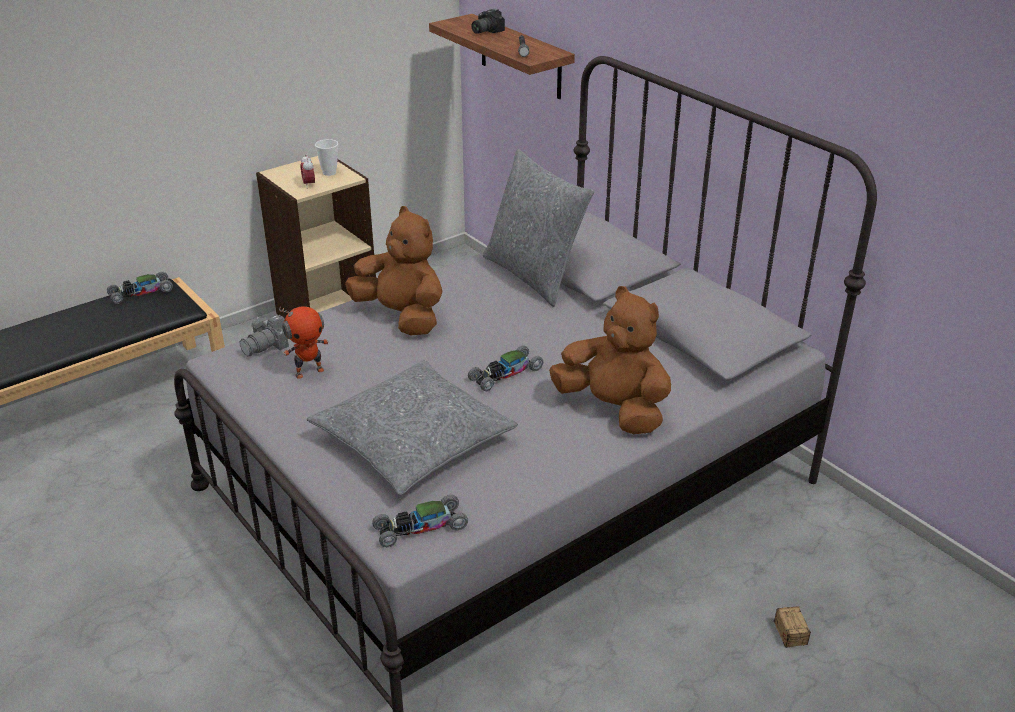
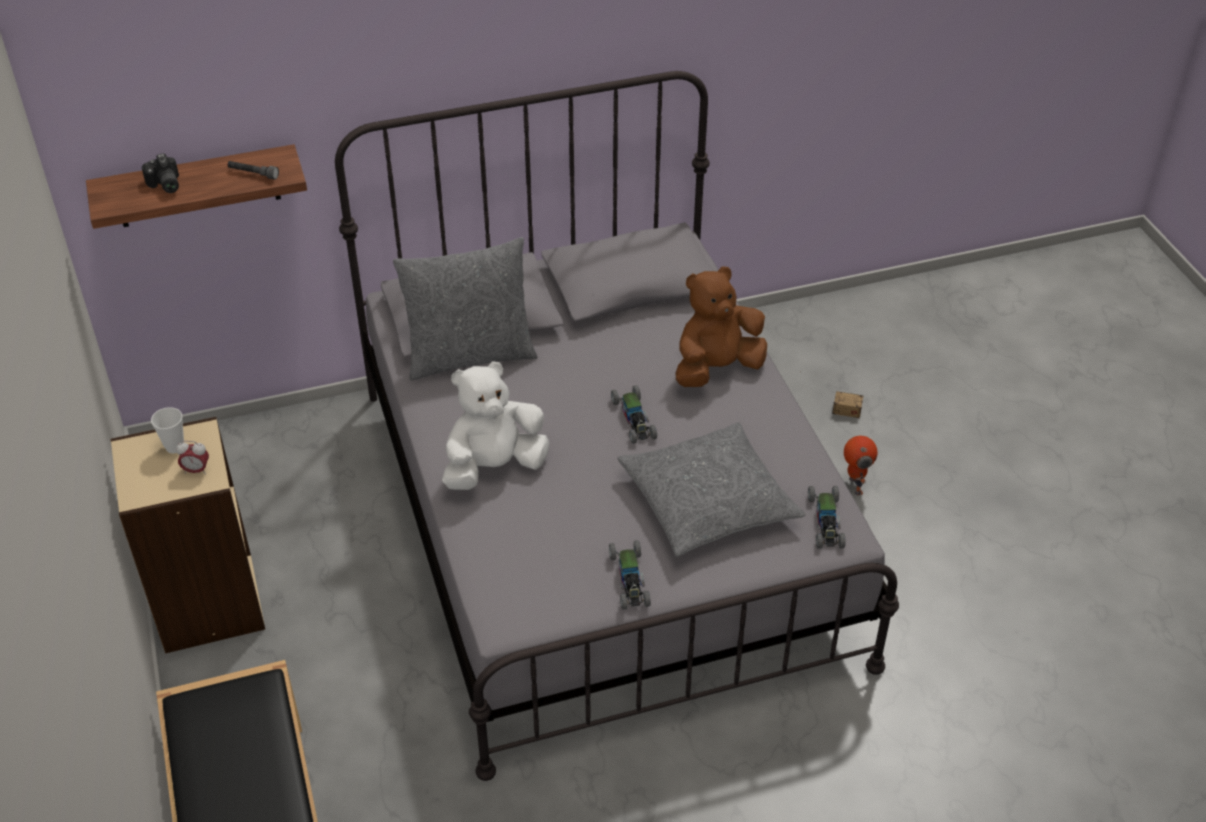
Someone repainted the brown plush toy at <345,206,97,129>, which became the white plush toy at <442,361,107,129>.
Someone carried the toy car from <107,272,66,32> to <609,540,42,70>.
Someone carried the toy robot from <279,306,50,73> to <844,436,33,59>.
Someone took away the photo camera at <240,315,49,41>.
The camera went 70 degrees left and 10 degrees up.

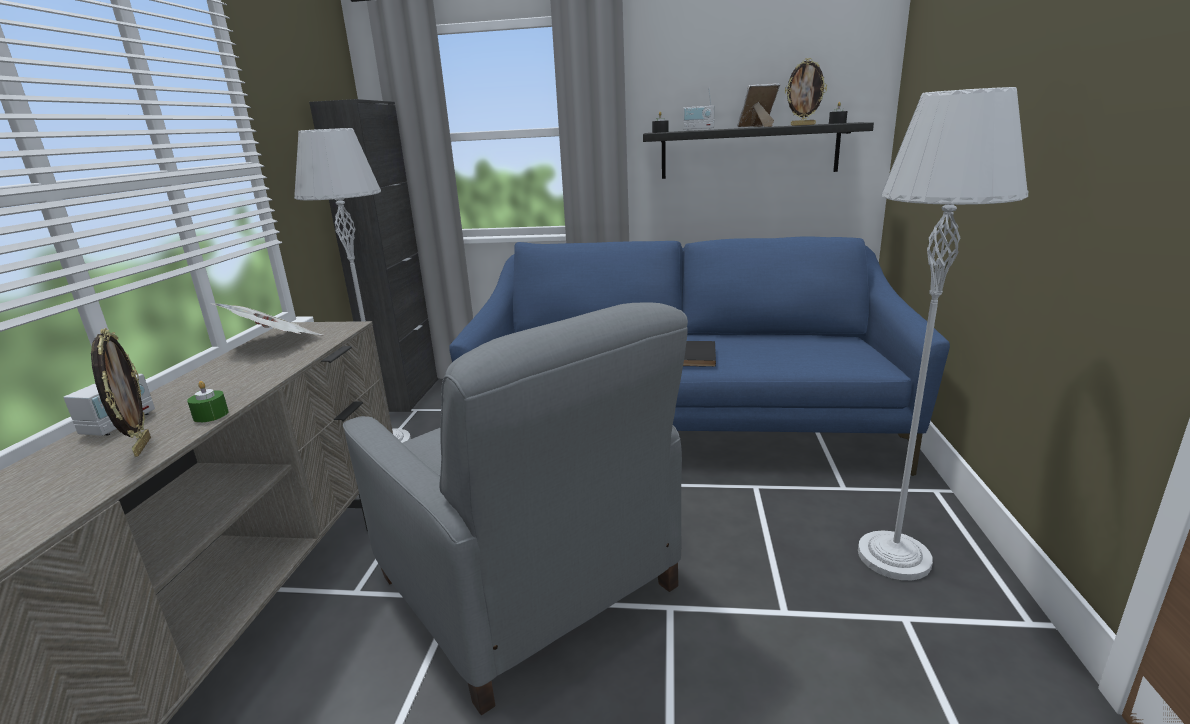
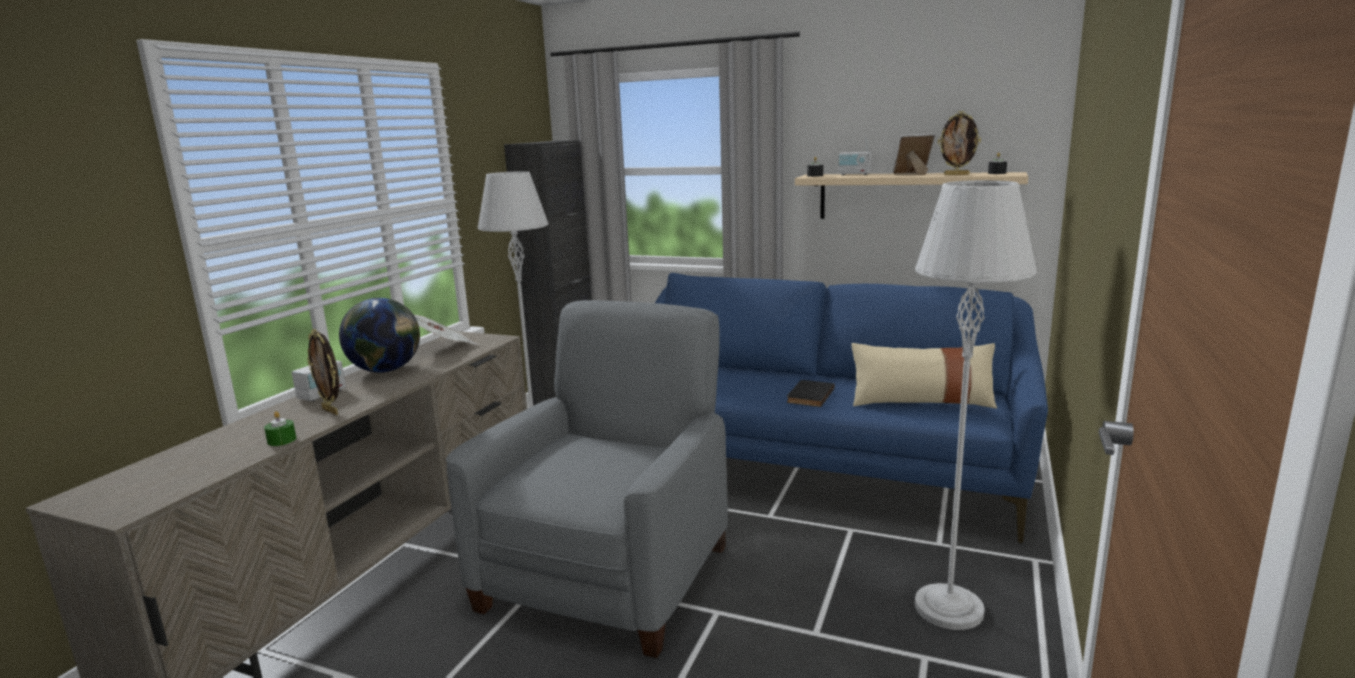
Someone repainted the black shelf at <643,122,231,57>, which became the beige shelf at <795,172,233,47>.
Someone rotated the grey armchair at <343,302,345,413> by 135 degrees counterclockwise.
Someone rotated the picture frame at <91,328,60,129> by 135 degrees clockwise.
Someone carried the green candle from <187,381,42,42> to <264,411,32,35>.
Someone put down the globe at <339,298,81,75>.
Someone put down the beige pillow at <851,343,146,65>.
The camera went 15 degrees right and 5 degrees down.

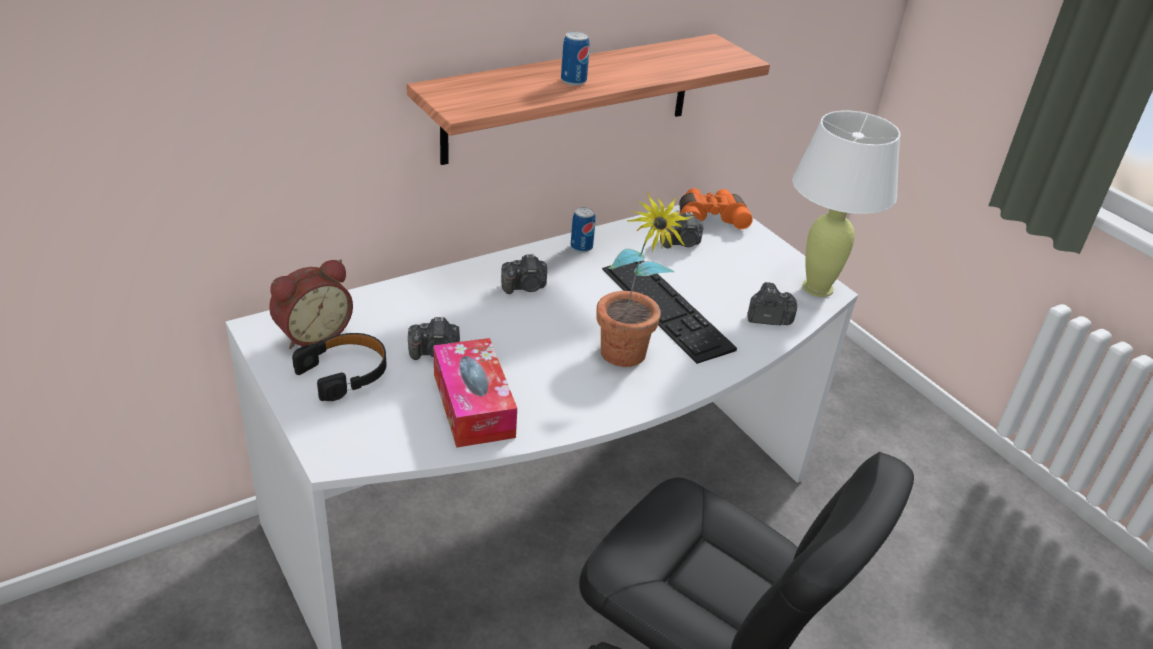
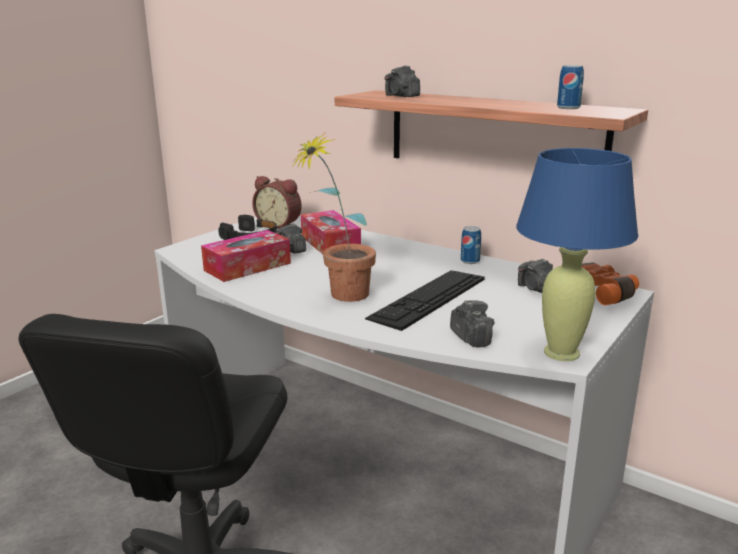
Someone carried the can from <561,31,29,55> to <557,65,27,44>.
Someone repainted the white table lamp at <792,110,108,187>, which became the blue table lamp at <516,148,122,213>.
Someone carried the photo camera from <501,254,46,40> to <385,66,35,31>.
Someone put down the tissue box at <301,210,60,44>.
The camera went 70 degrees right and 15 degrees down.

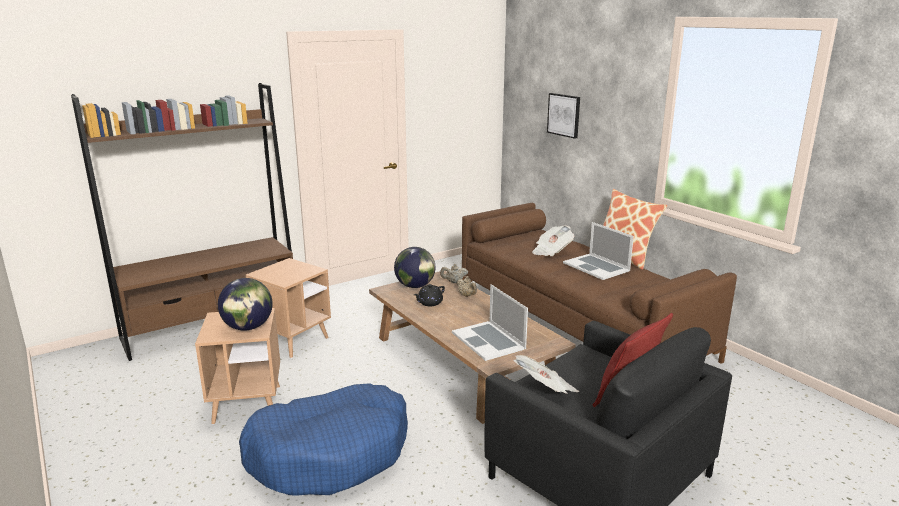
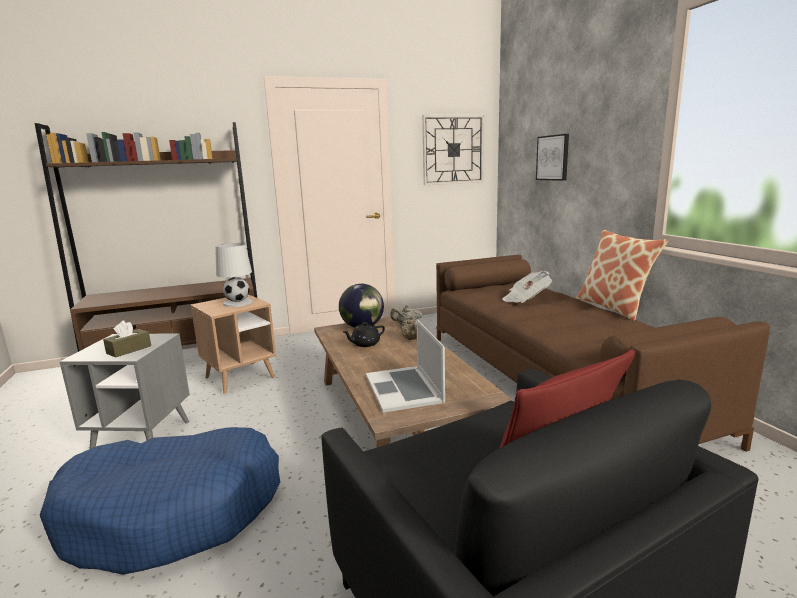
Someone took away the laptop at <563,222,71,58>.
Someone swapped the globe at <218,278,55,53> for the brown tissue box at <103,321,48,36>.
Someone repainted the brown side table at <195,308,85,117>, which became the grey side table at <60,333,130,116>.
Someone took away the newspaper at <513,355,66,39>.
Someone put up the wall clock at <422,115,62,70>.
Someone put down the white table lamp at <215,243,38,64>.
The camera went 15 degrees right and 5 degrees down.

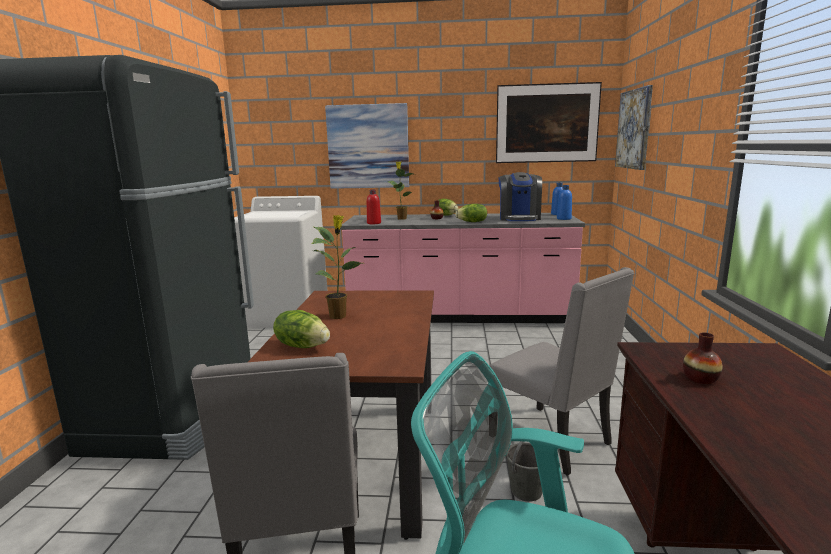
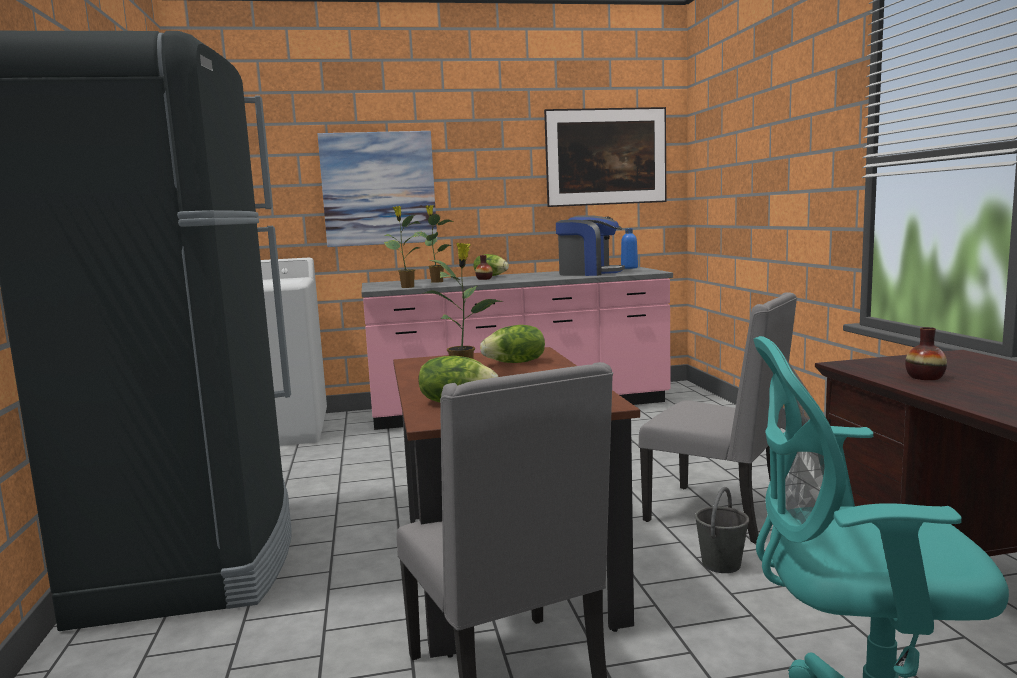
Someone took away the picture at <615,85,38,85>.
Someone rotated the coffee machine at <498,172,44,49> by 60 degrees counterclockwise.
Someone took away the blue bottle at <557,185,15,35>.
Someone swapped the red bottle at <367,190,14,34> for the potted plant at <384,206,37,82>.
Someone carried the lettuce from <455,204,32,18> to <480,325,65,38>.
The camera went 15 degrees left and 5 degrees down.

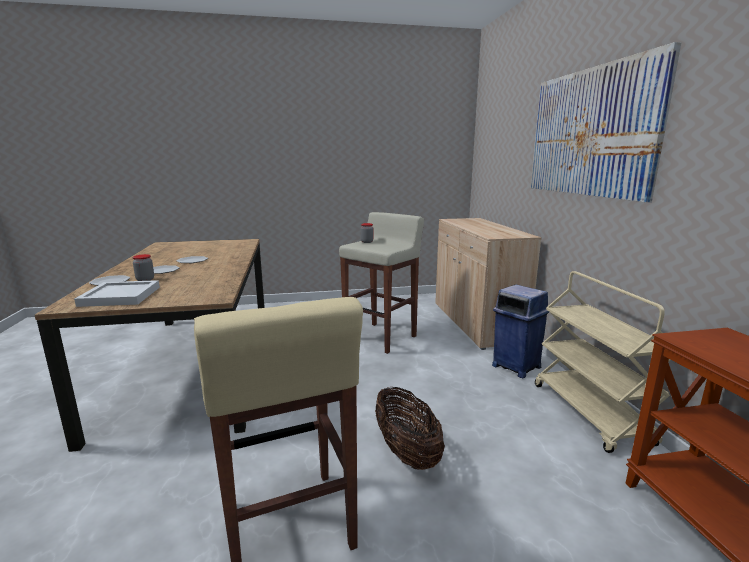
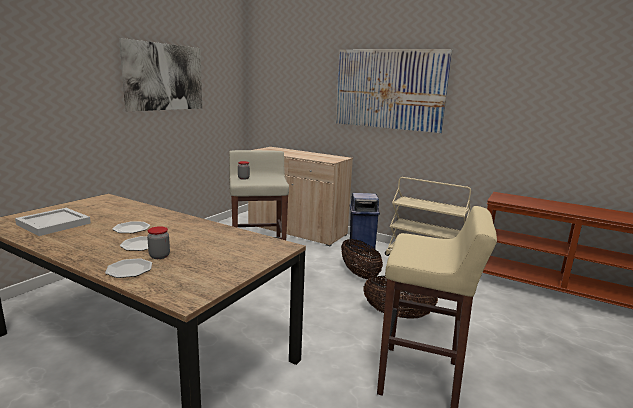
Someone carried the white tray from <74,280,86,27> to <15,208,76,28>.
Someone put up the picture at <119,38,83,73>.
Someone put down the basket at <341,239,42,40>.
The camera went 50 degrees left and 0 degrees up.

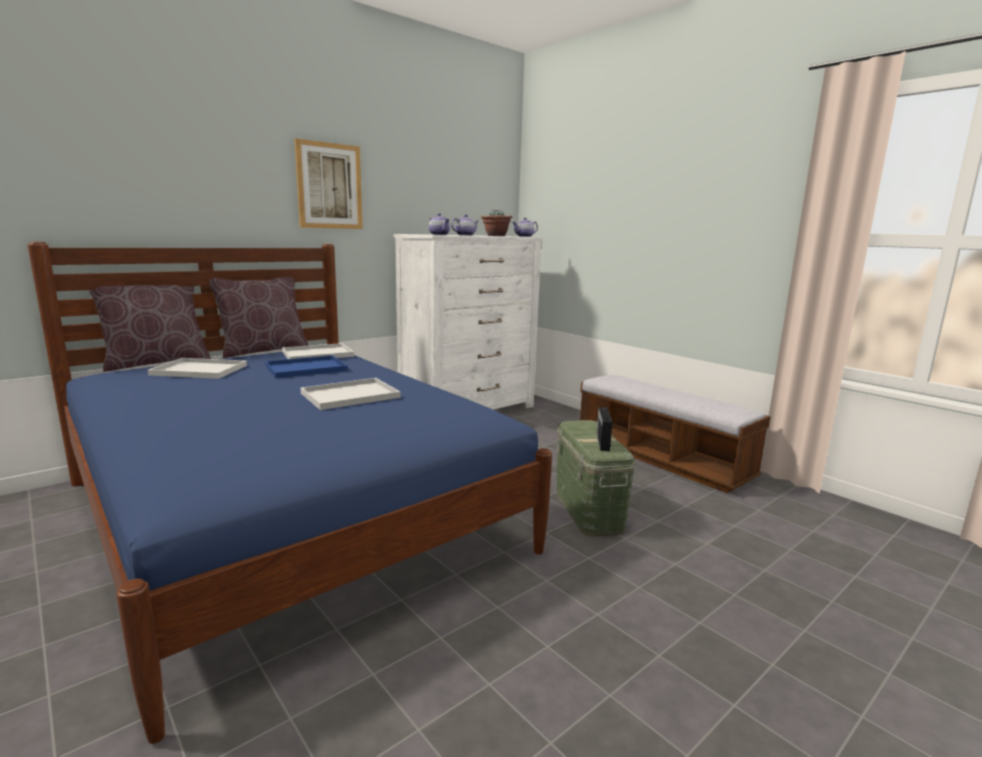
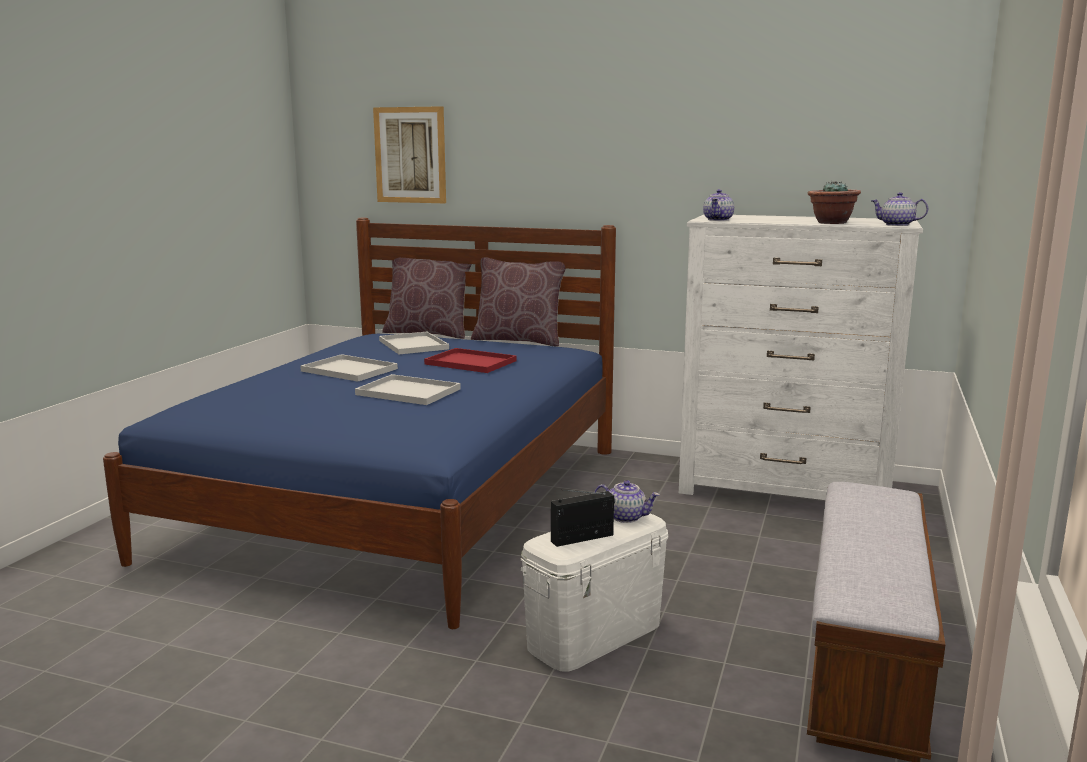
Someone carried the picture from <294,138,69,91> to <373,106,73,97>.
Someone carried the teapot from <451,215,28,21> to <594,480,66,43>.
Someone carried the white tray from <282,343,72,16> to <300,354,98,28>.
Someone repainted the blue tray at <265,355,83,23>, which became the red tray at <424,348,93,25>.
Someone repainted the green storage box at <557,420,79,117>, which became the white storage box at <520,513,148,159>.
The camera went 60 degrees right and 0 degrees up.

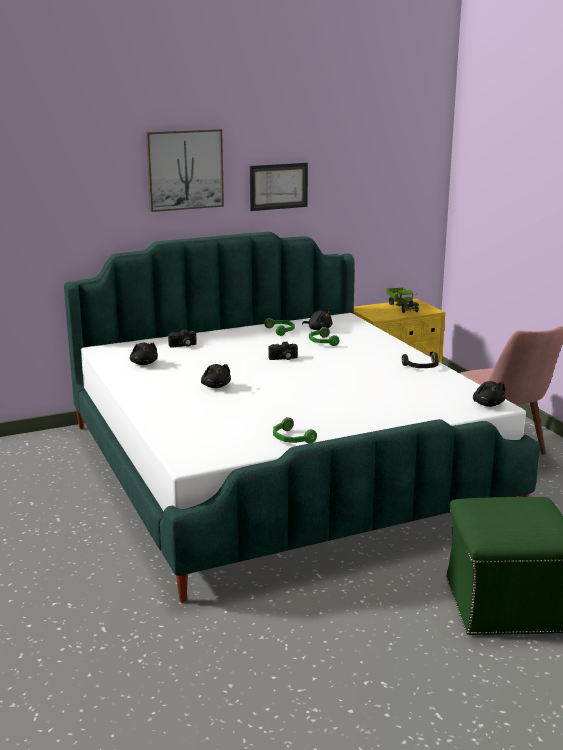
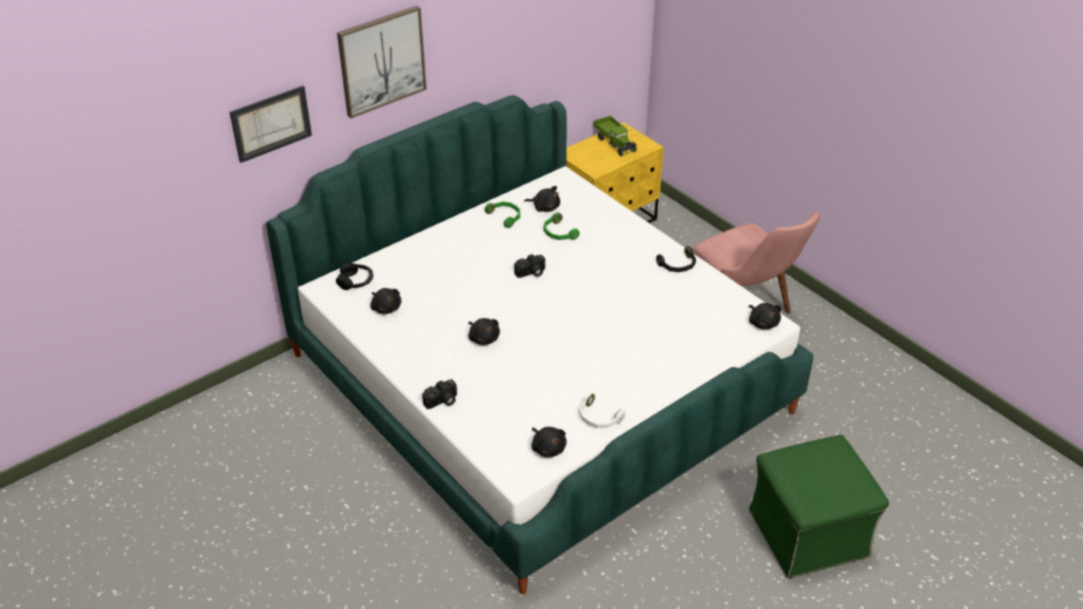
Someone carried the picture from <250,163,58,48> to <230,86,82,77>.
Someone carried the photo camera from <168,329,29,19> to <422,379,35,30>.
Someone repainted the green headphones at <273,417,44,26>, which became the white headphones at <579,393,46,35>.
Someone put down the black headphones at <336,262,37,28>.
Someone put down the black plush toy at <531,427,36,31>.
The camera went 15 degrees left and 20 degrees up.

